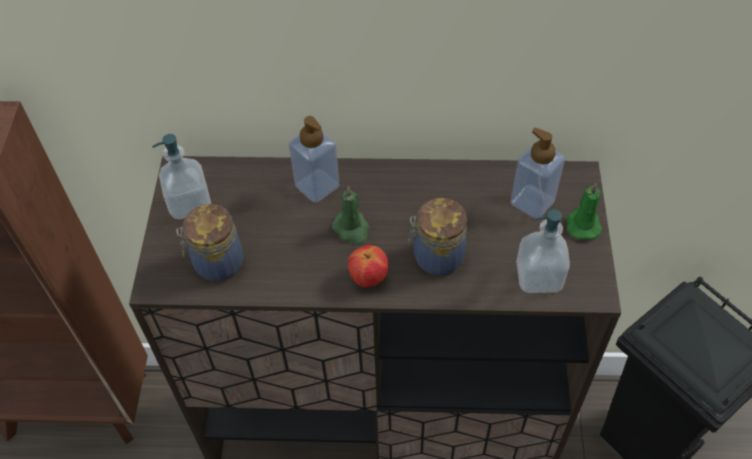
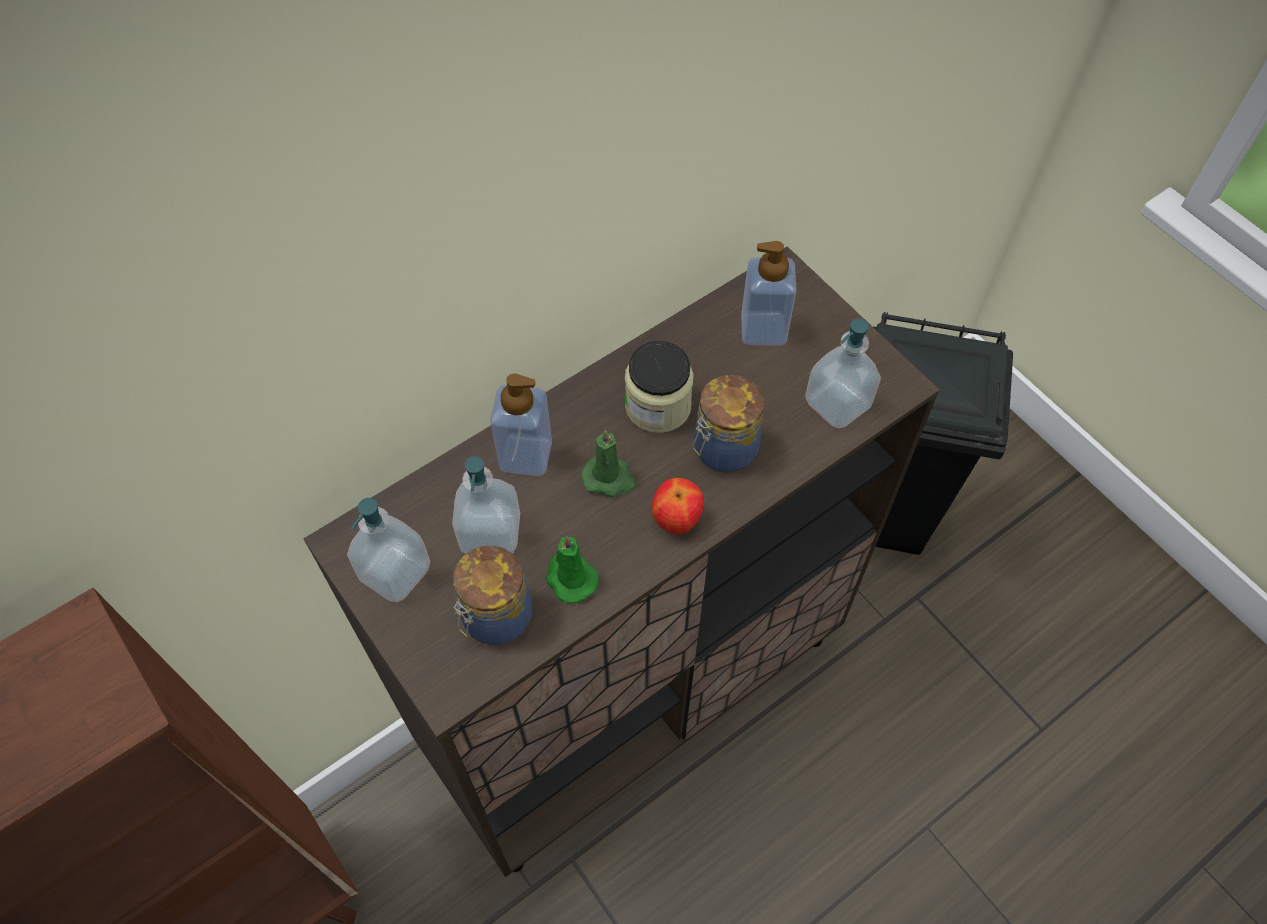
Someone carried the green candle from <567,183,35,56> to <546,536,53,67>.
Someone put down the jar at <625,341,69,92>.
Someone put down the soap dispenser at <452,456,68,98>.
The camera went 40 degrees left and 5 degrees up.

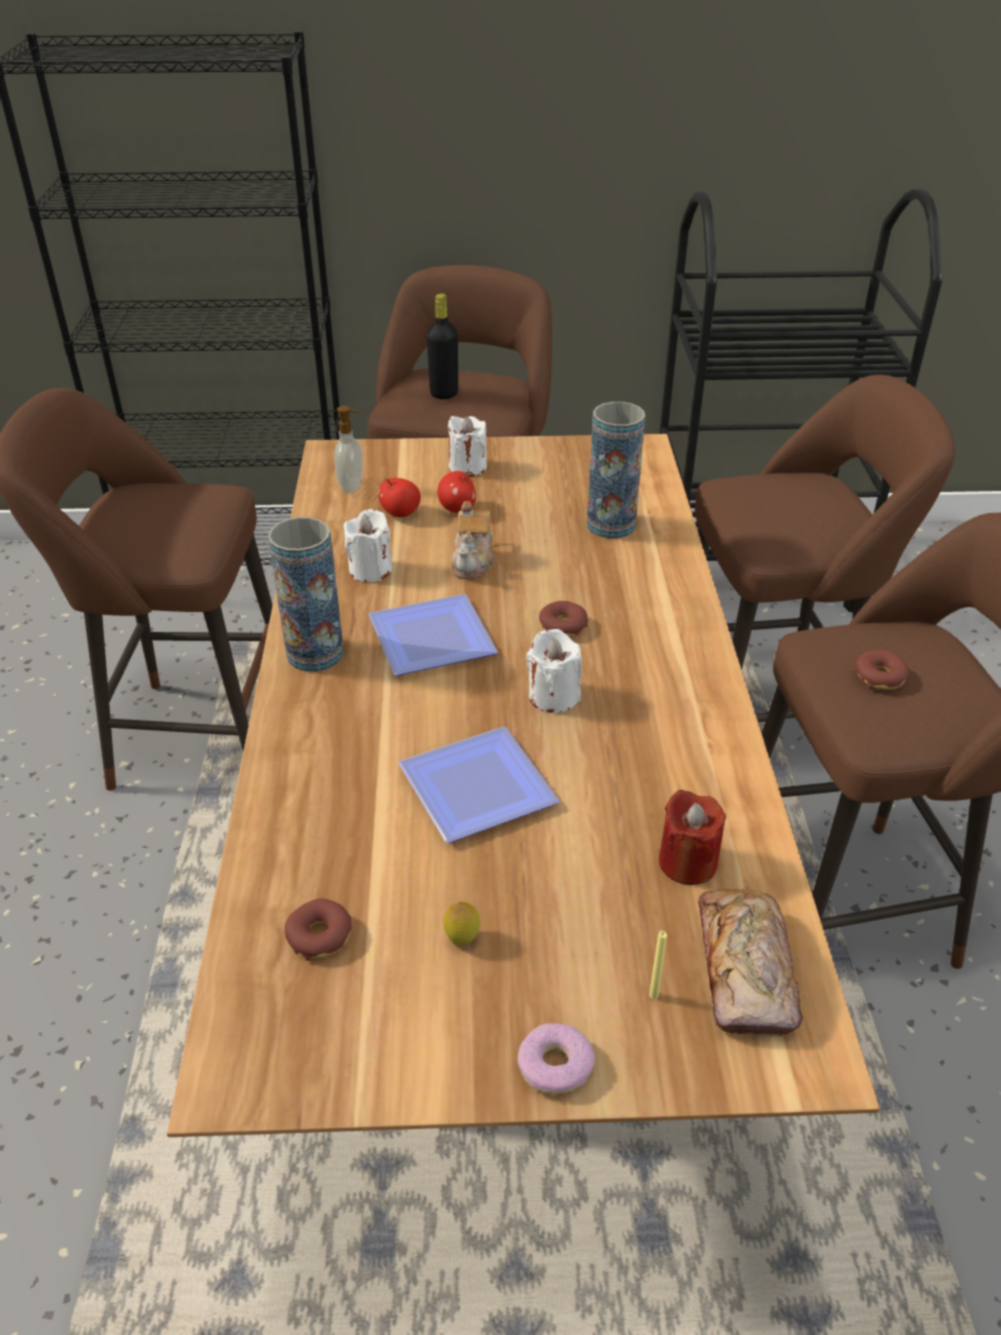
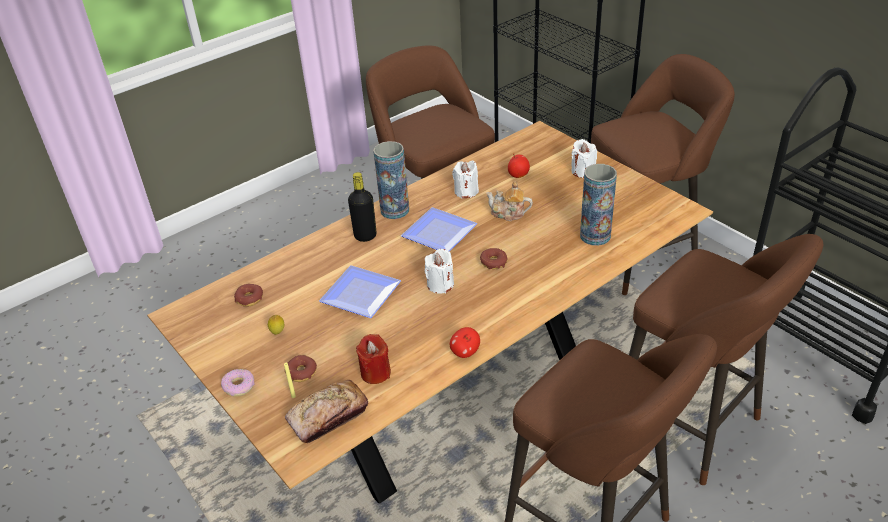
Someone carried the black bottle from <427,294,31,105> to <348,172,28,70>.
Someone took away the soap dispenser at <334,406,29,87>.
Someone carried the apple from <437,471,39,42> to <450,327,30,31>.
Someone rotated the teapot at <451,501,44,79> by 45 degrees clockwise.
Someone carried the donut from <855,650,54,40> to <285,355,32,27>.
The camera went 55 degrees right and 0 degrees up.

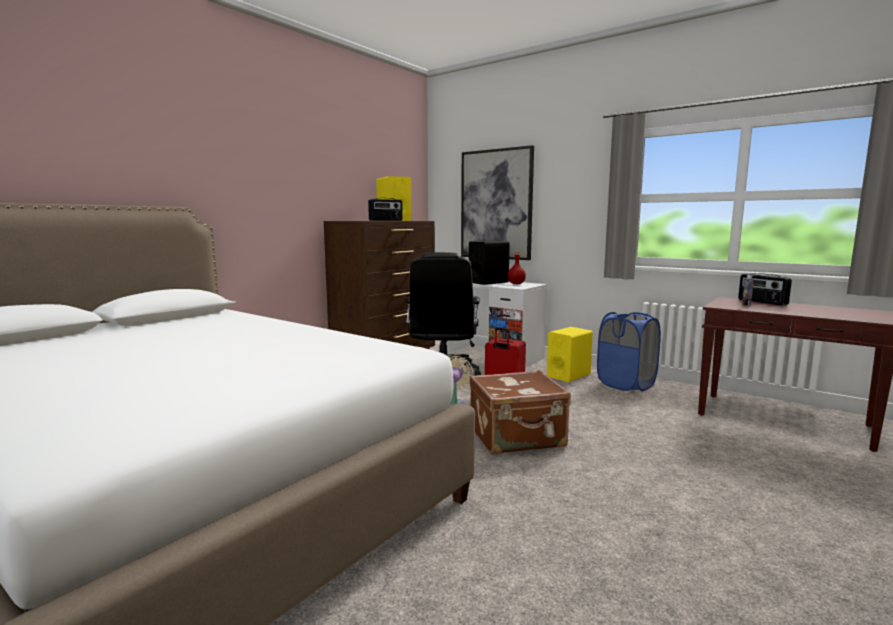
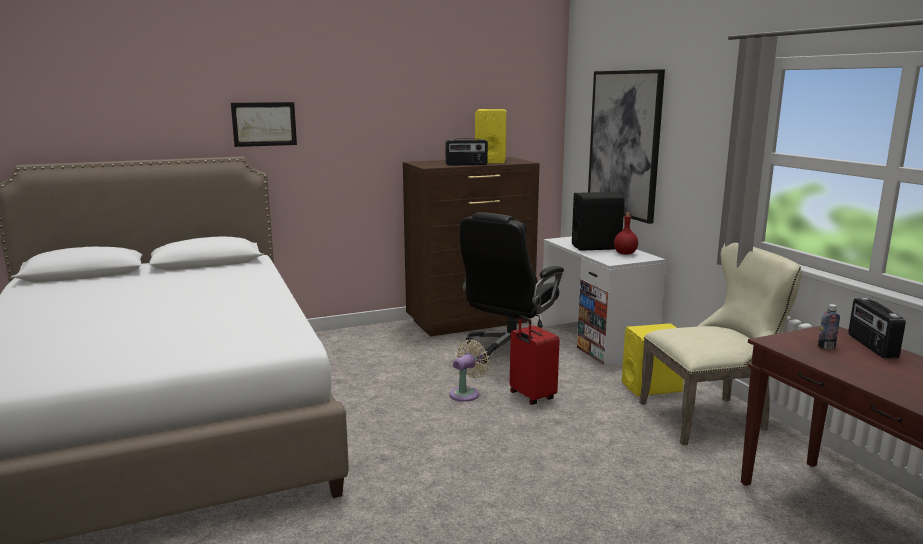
Someone swapped the blue laundry basket at <597,312,64,79> for the beige chair at <639,243,163,202>.
Someone took away the brown suitcase at <470,370,101,84>.
Someone put up the picture at <231,102,66,45>.
The camera went 30 degrees right and 5 degrees up.

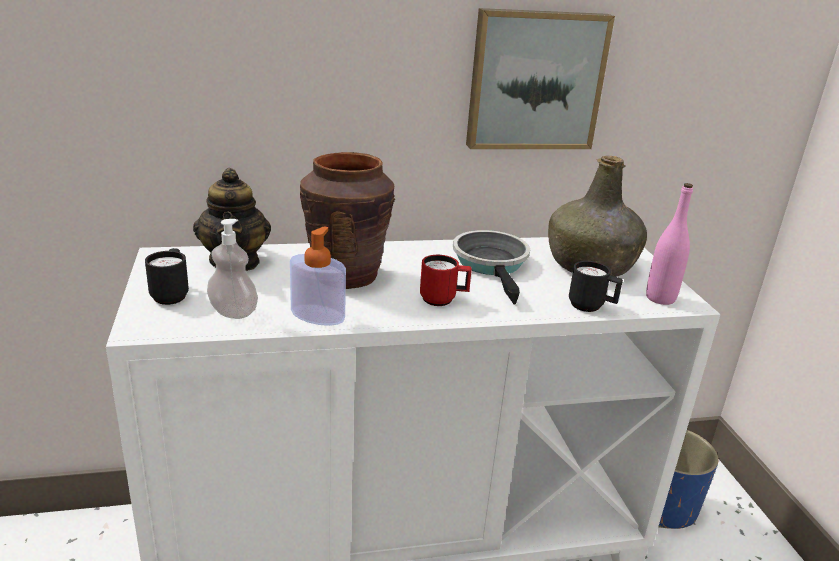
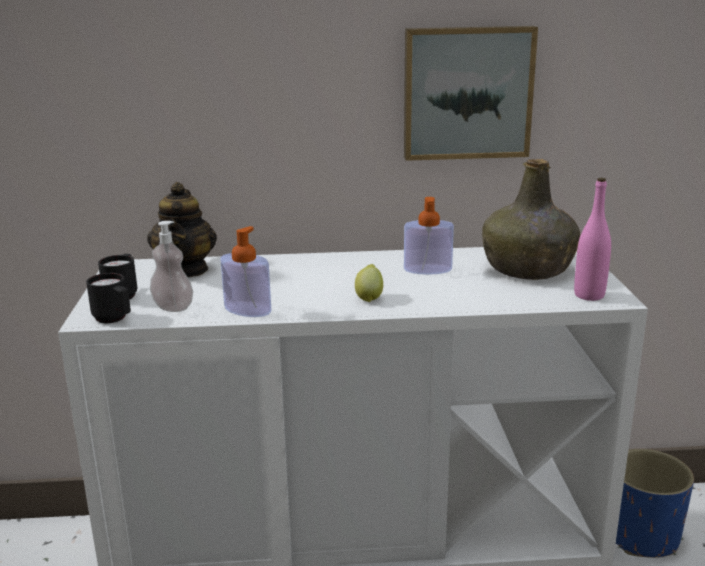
Someone took away the brown vase at <300,152,95,137>.
Someone swapped the frying pan at <453,230,77,74> for the soap dispenser at <404,197,50,78>.
Someone swapped the red mug at <420,255,52,51> for the lemon at <355,264,28,38>.
Someone carried the black mug from <569,261,54,51> to <86,273,45,50>.
The camera went 10 degrees right and 5 degrees down.

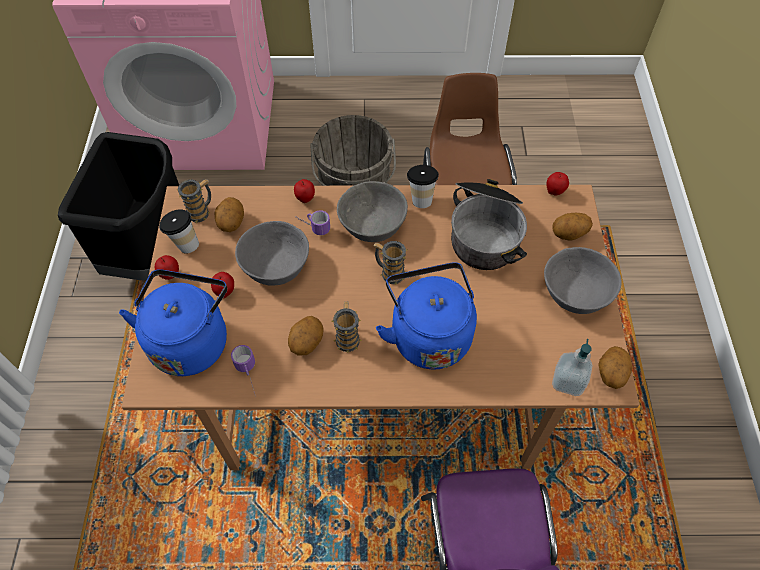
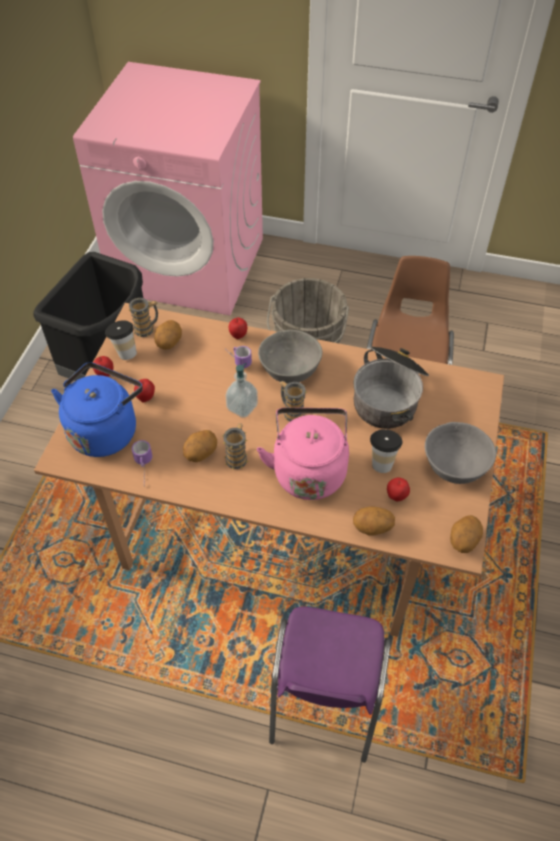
Someone carried the cup from <407,165,32,43> to <370,429,33,44>.
Someone carried the apple from <546,172,23,24> to <387,477,23,24>.
Someone carried the potato from <552,213,41,28> to <353,506,42,30>.
Someone took away the grey bowl at <235,221,74,64>.
Someone repainted the blue kettle at <376,262,101,107>, which became the pink kettle at <257,408,92,92>.
Someone carried the soap dispenser from <552,339,41,57> to <225,363,33,55>.
The camera went 15 degrees right and 5 degrees down.

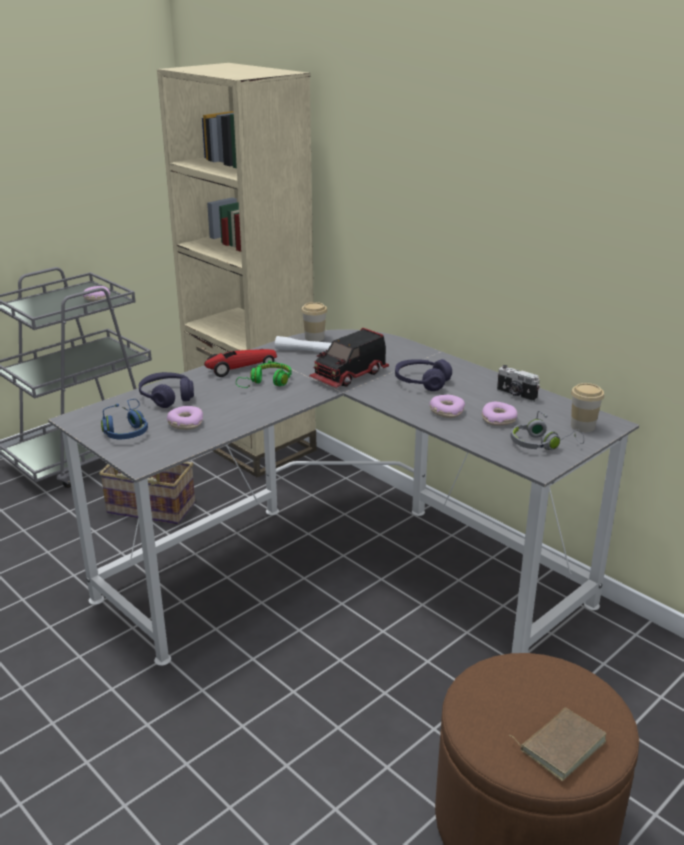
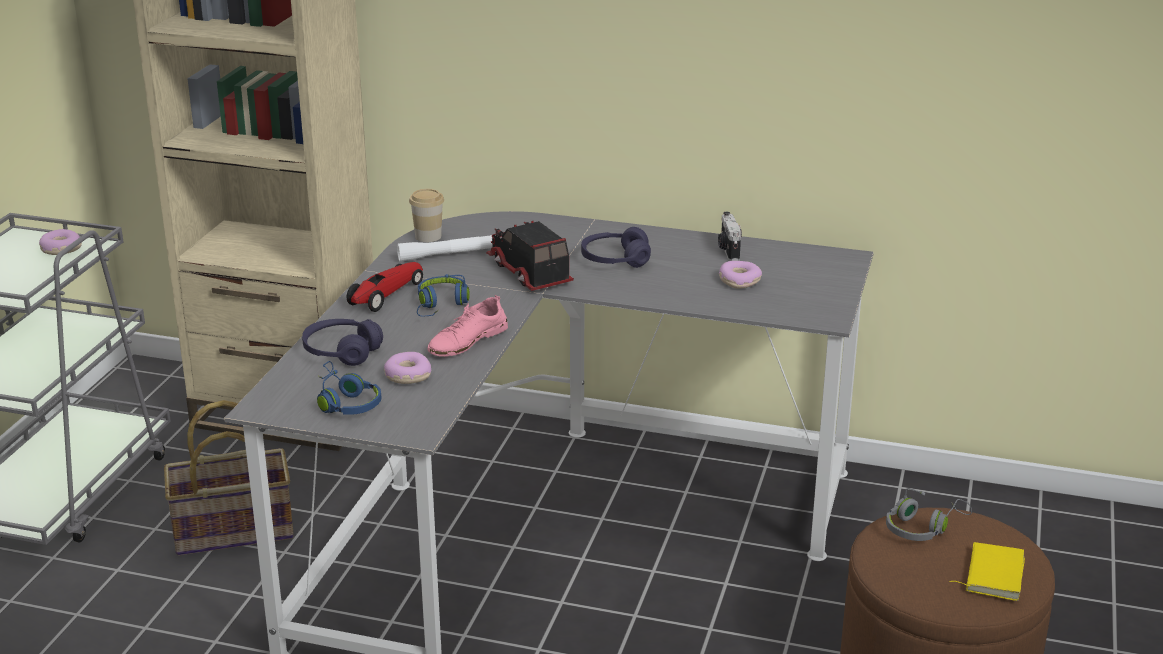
Someone rotated the toy truck at <309,328,80,60> by 135 degrees clockwise.
Someone repainted the green headphones at <236,360,56,28>, which became the blue headphones at <417,274,53,42>.
Someone rotated the photo camera at <497,365,43,37> by 75 degrees clockwise.
Someone took away the cup at <571,383,33,49>.
Someone took away the donut at <429,395,36,23>.
Someone carried the grey headphones from <511,411,73,39> to <886,488,86,53>.
Someone repainted the brown book at <508,707,98,74>, which became the yellow book at <949,542,76,59>.
Someone put down the pink shoe at <427,295,81,62>.
The camera went 30 degrees left and 0 degrees up.

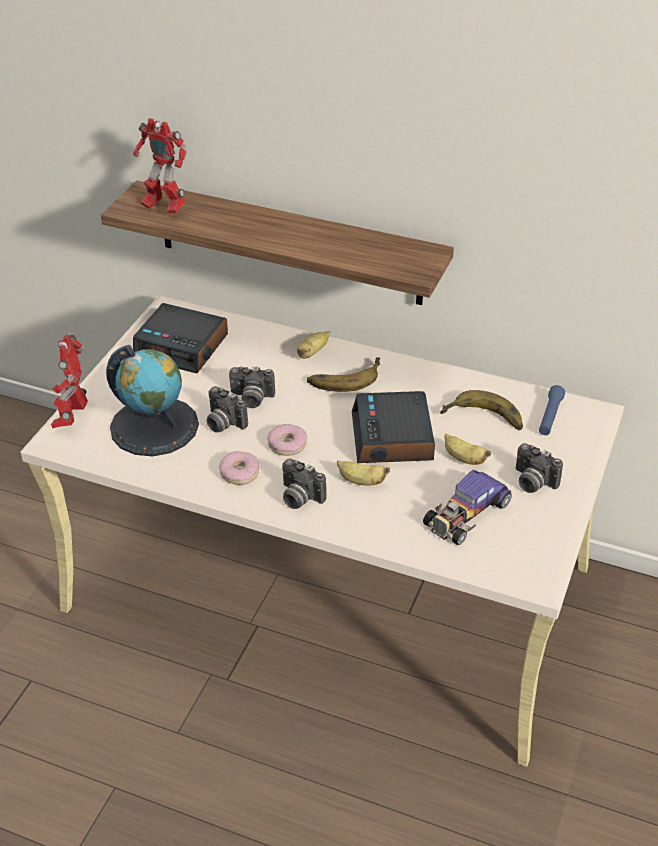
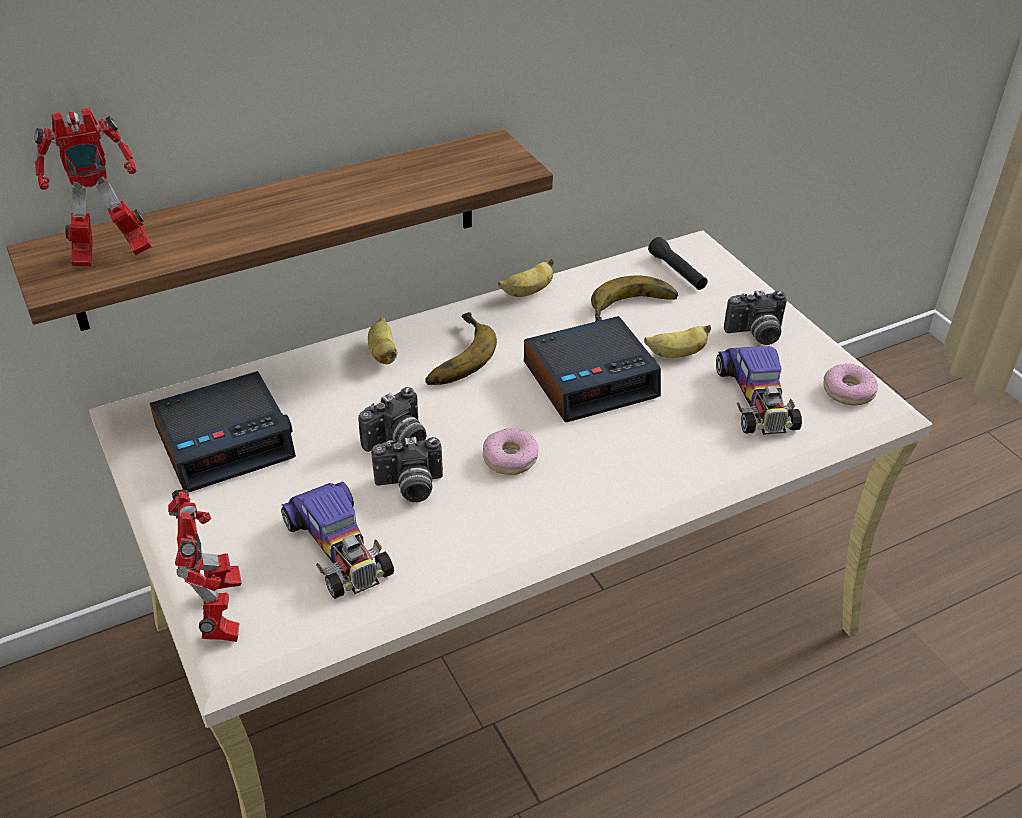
Someone rotated the toy robot at <51,334,37,95> by 150 degrees counterclockwise.
Someone swapped the globe at <106,345,93,111> for the toy car at <281,482,113,117>.
Someone repainted the blue flashlight at <539,385,26,50>, which became the black flashlight at <648,237,59,53>.
Someone rotated the alarm clock at <352,391,83,72> by 60 degrees counterclockwise.
Someone carried the donut from <219,451,40,34> to <824,364,54,41>.
Someone took away the photo camera at <282,459,45,50>.
Someone carried the banana from <337,460,53,26> to <498,259,56,38>.
The camera went 50 degrees left and 0 degrees up.

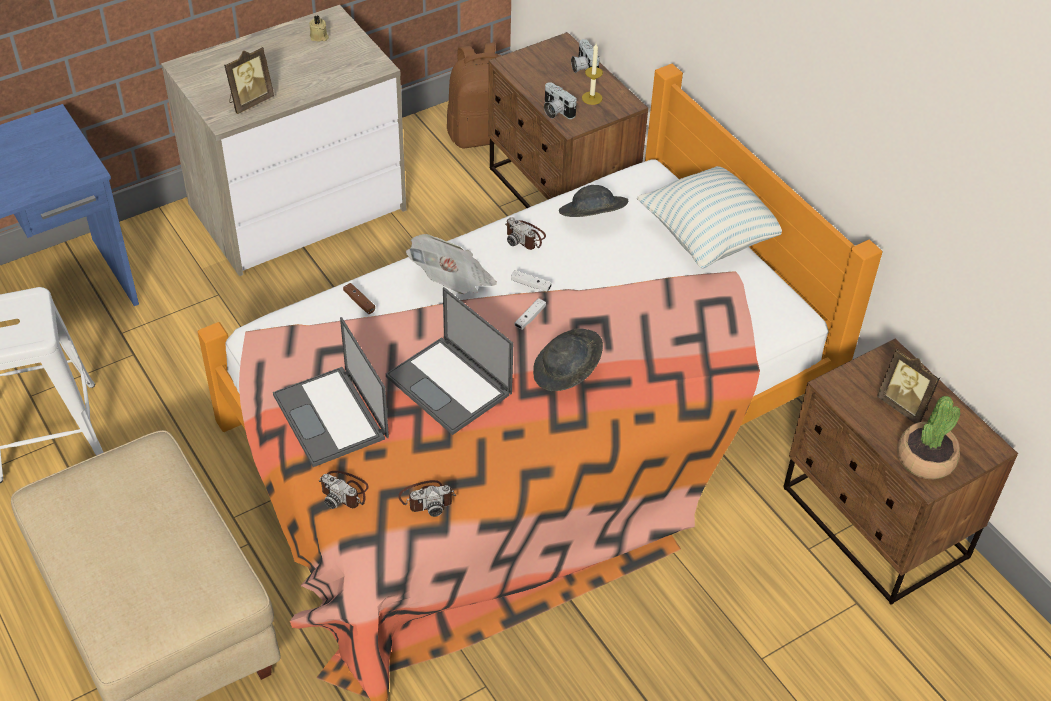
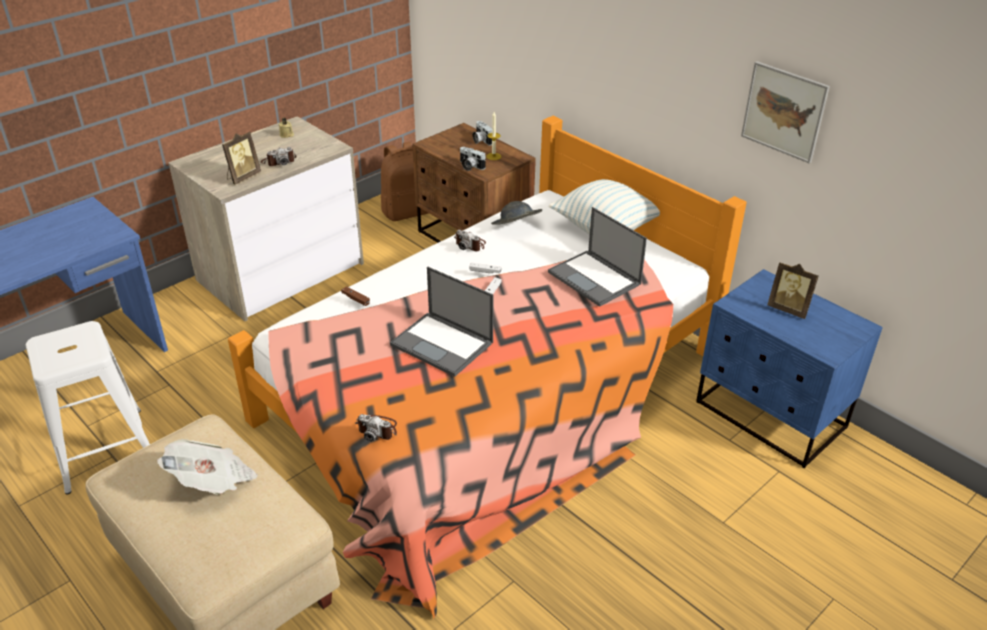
Someone carried the newspaper from <406,234,91,60> to <157,439,101,56>.
Someone carried the laptop from <273,317,116,150> to <548,207,99,100>.
Someone took away the grey hat at <533,328,70,63>.
Someone repainted the brown nightstand at <783,339,235,266>, which became the blue nightstand at <696,269,187,199>.
Someone took away the potted plant at <897,396,63,83>.
Someone carried the photo camera from <398,480,58,37> to <261,147,35,19>.
Someone put up the picture at <741,61,89,102>.
The camera went 10 degrees left and 10 degrees down.

